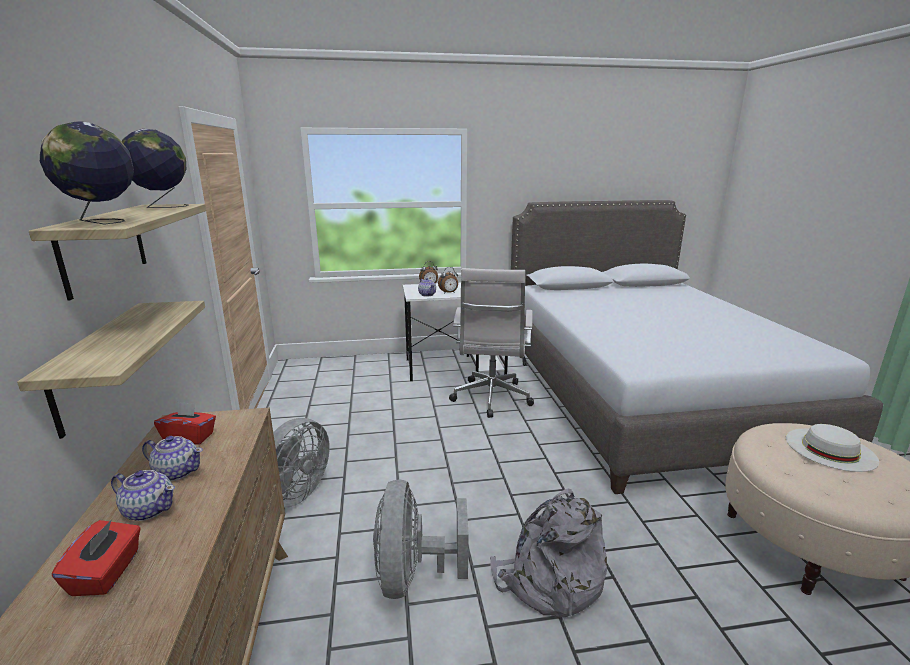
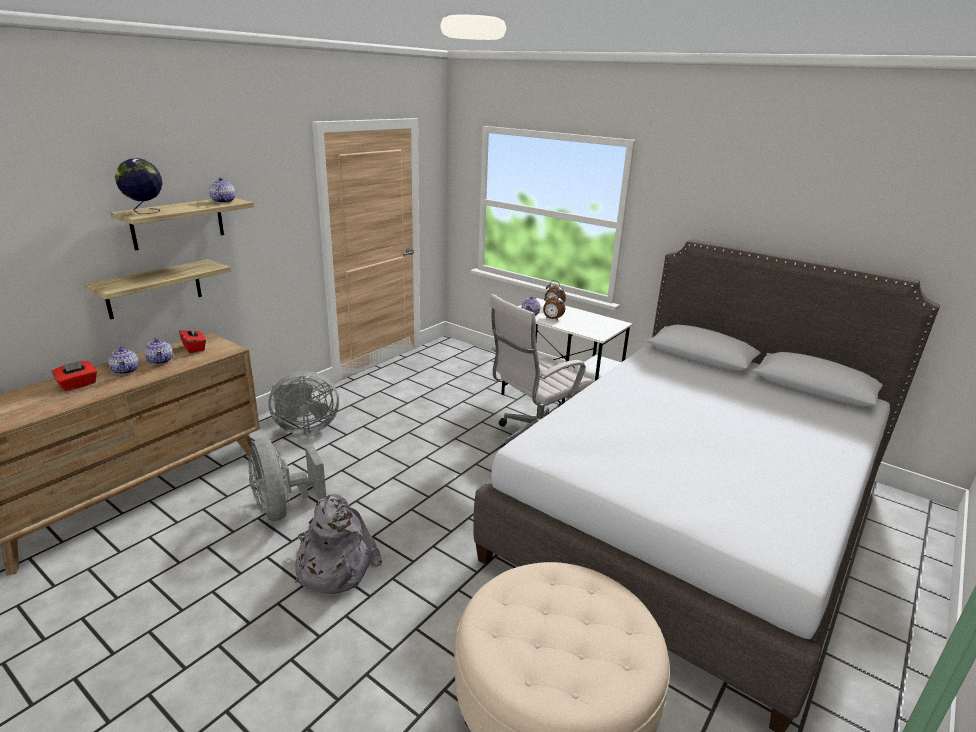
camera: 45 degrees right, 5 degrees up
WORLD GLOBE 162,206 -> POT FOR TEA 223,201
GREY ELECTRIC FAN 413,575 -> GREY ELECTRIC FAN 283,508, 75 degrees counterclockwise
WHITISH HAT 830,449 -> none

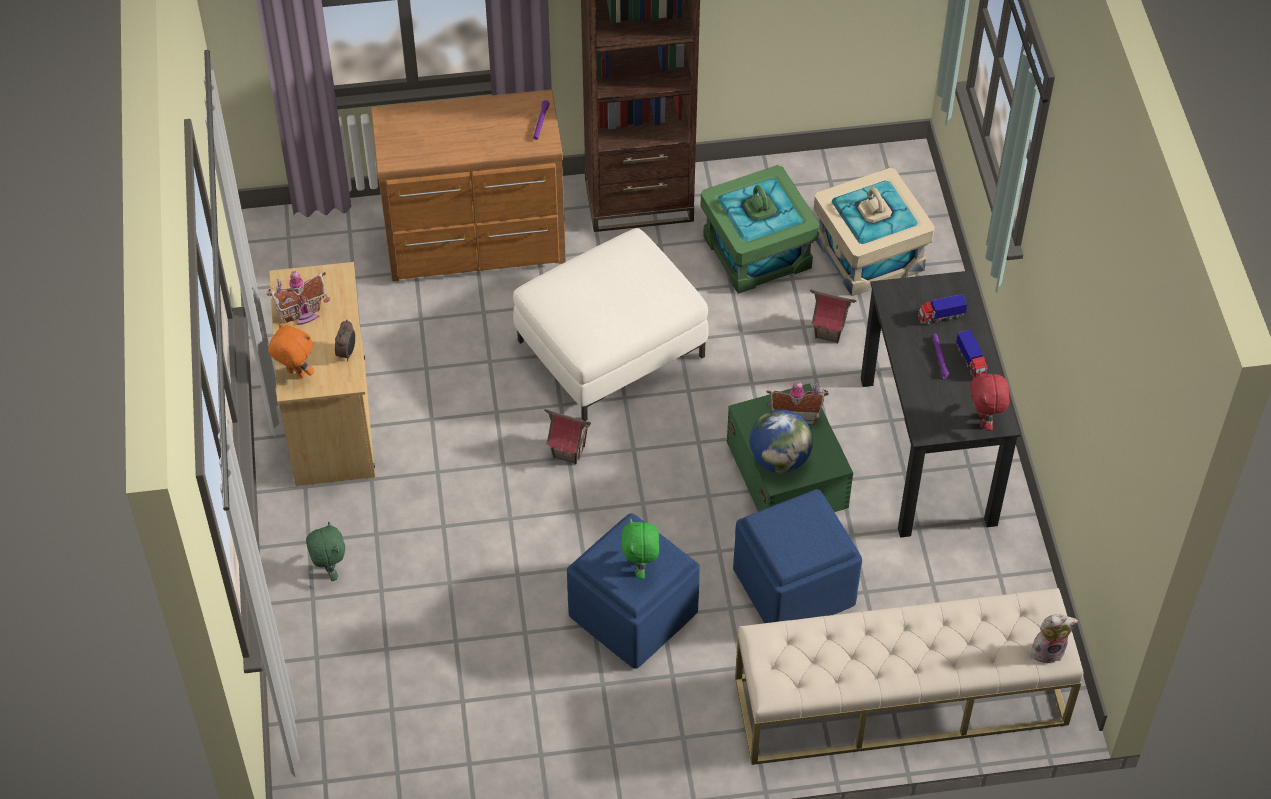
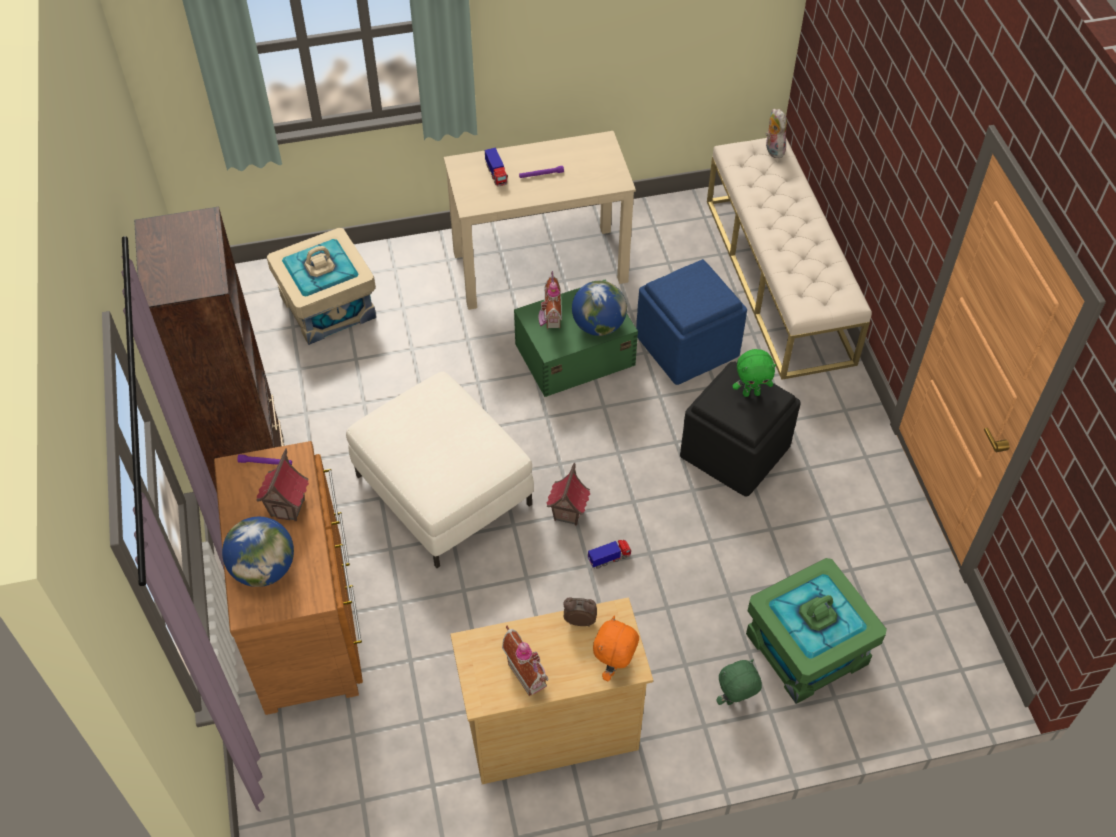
camera: 95 degrees left, 0 degrees up
none -> WORLD GLOBE 264,569
MODEL HOUSE 829,332 -> MODEL HOUSE 288,507, shifted
BLACKISH DESK UNIT 927,451 -> BEIGE-COLOURED DESK UNIT 540,266
TOY TRUCK 970,361 -> TOY TRUCK 609,558, shifted
BLUE-COLOURED OTTOMAN 633,612 -> BLACKISH OTTOMAN 733,451
GREEN-COLOURED STORAGE BOX 756,252 -> GREEN-COLOURED STORAGE BOX 807,649, shifted
REDDISH SOFT TOY 984,421 -> none

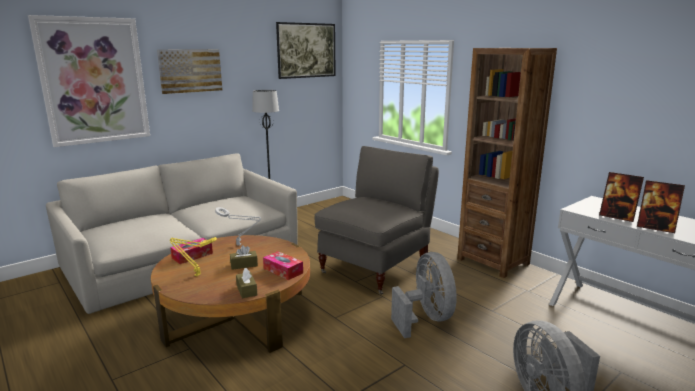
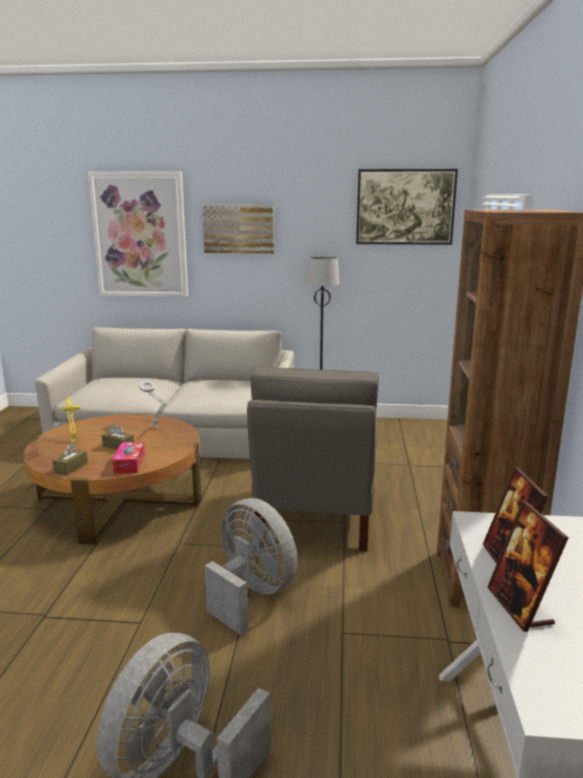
camera: 45 degrees right, 0 degrees up
GREY ELECTRIC FAN 426,319 -> GREY ELECTRIC FAN 251,594, 75 degrees counterclockwise
GREY EASY CHAIR 376,268 -> GREY EASY CHAIR 316,516, 105 degrees clockwise
BOX OF TISSUES 192,256 -> none

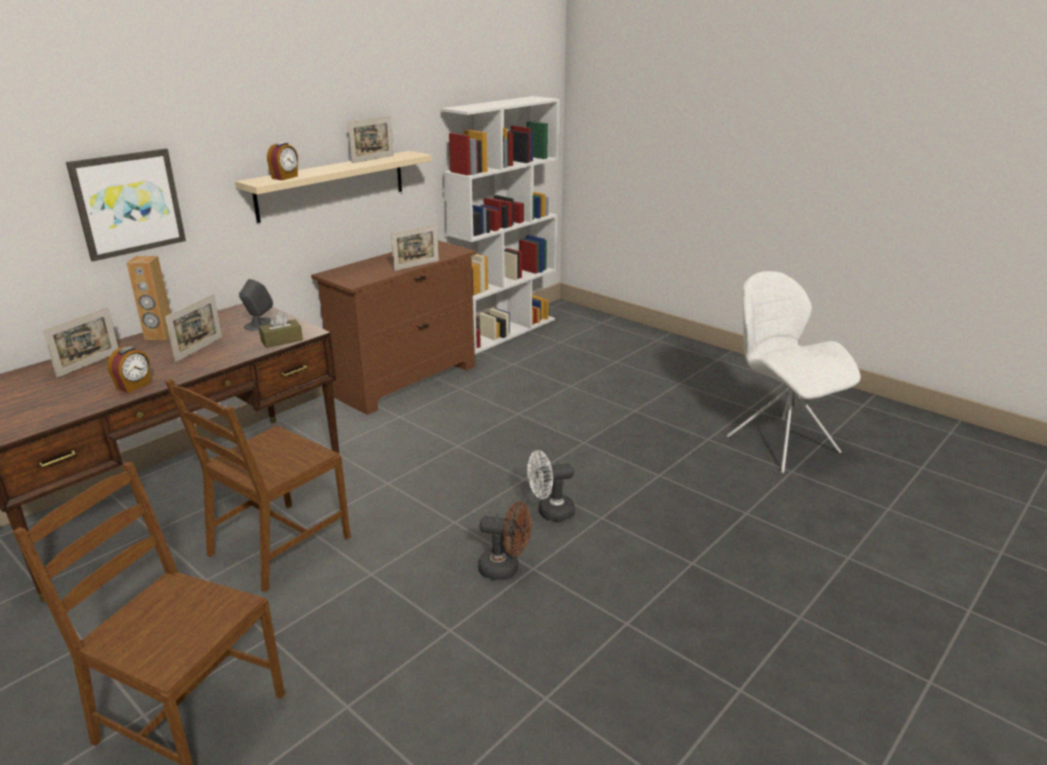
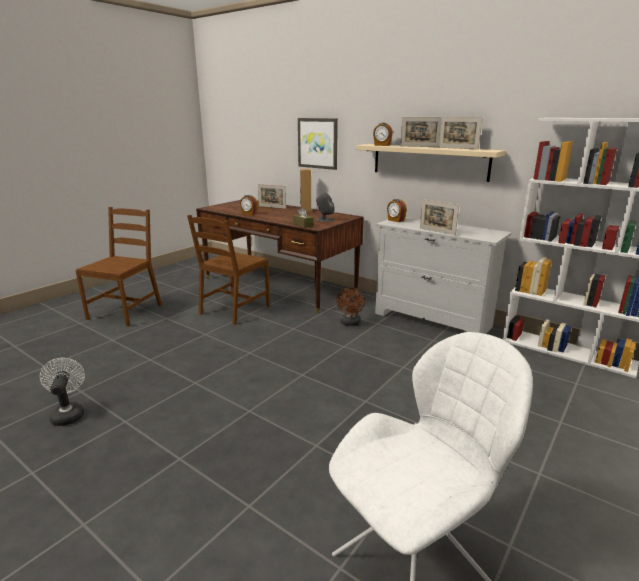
camera: 85 degrees right, 5 degrees down
WHITISH ELECTRIC FAN 550,512 -> WHITISH ELECTRIC FAN 68,413, shifted
BROWNISH PLAIN CHAIR 278,546 -> BROWNISH PLAIN CHAIR 234,310, 90 degrees counterclockwise
BROWNISH ELECTRIC FAN 505,569 -> BROWNISH ELECTRIC FAN 350,323, shifted
BROWNISH DRESSER 406,380 -> WHITISH DRESSER 432,320
none -> BEDSIDE CLOCK 395,220
PICTURE FRAME 199,349 -> PICTURE FRAME 419,146, shifted

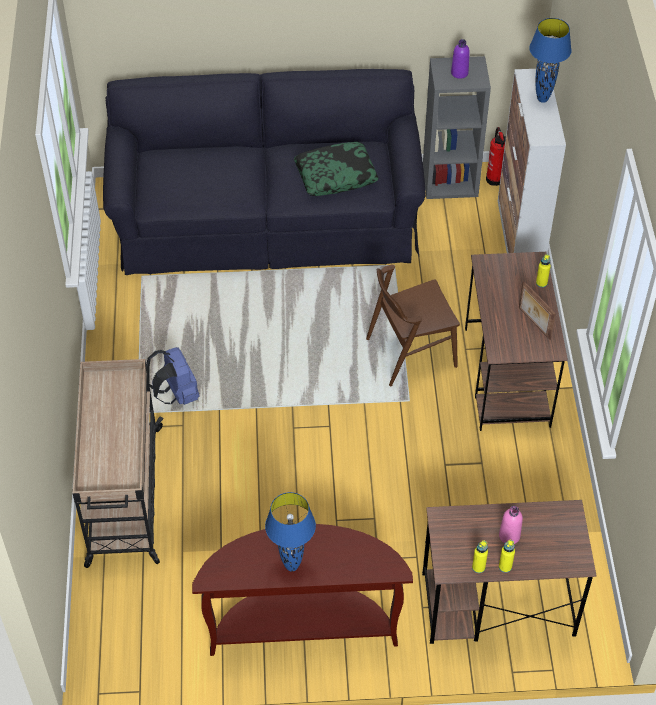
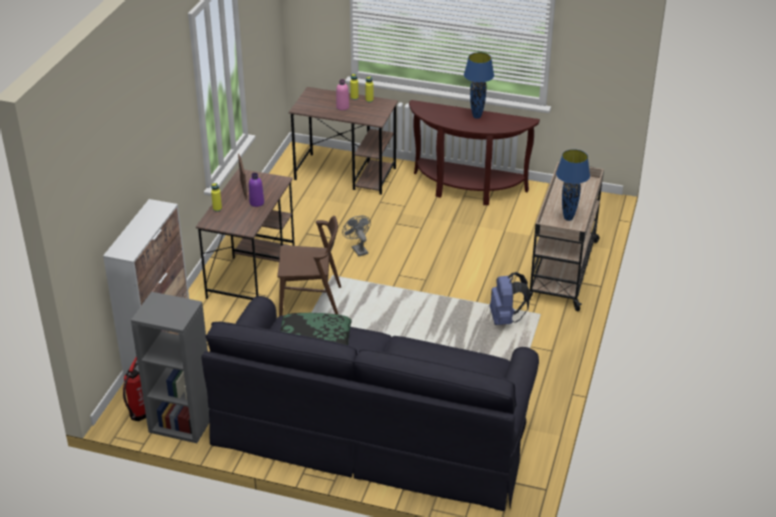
camera: 160 degrees left, 15 degrees down
PURPLISH BOTTLE 459,73 -> PURPLISH BOTTLE 256,203, shifted
none -> GREY ELECTRIC FAN 358,249
BLUE-COLOURED TABLE LAMP 543,99 -> BLUE-COLOURED TABLE LAMP 568,218, shifted

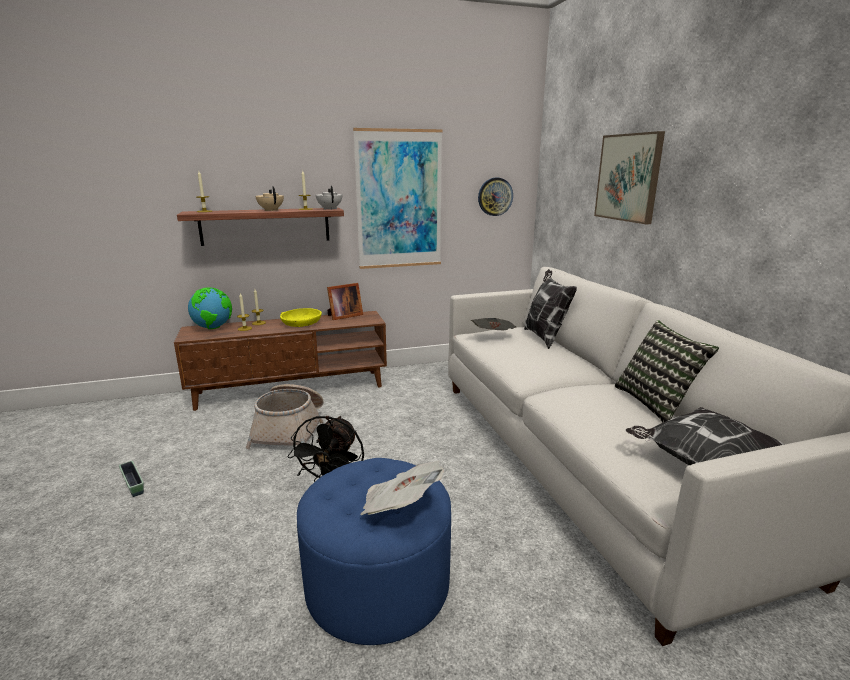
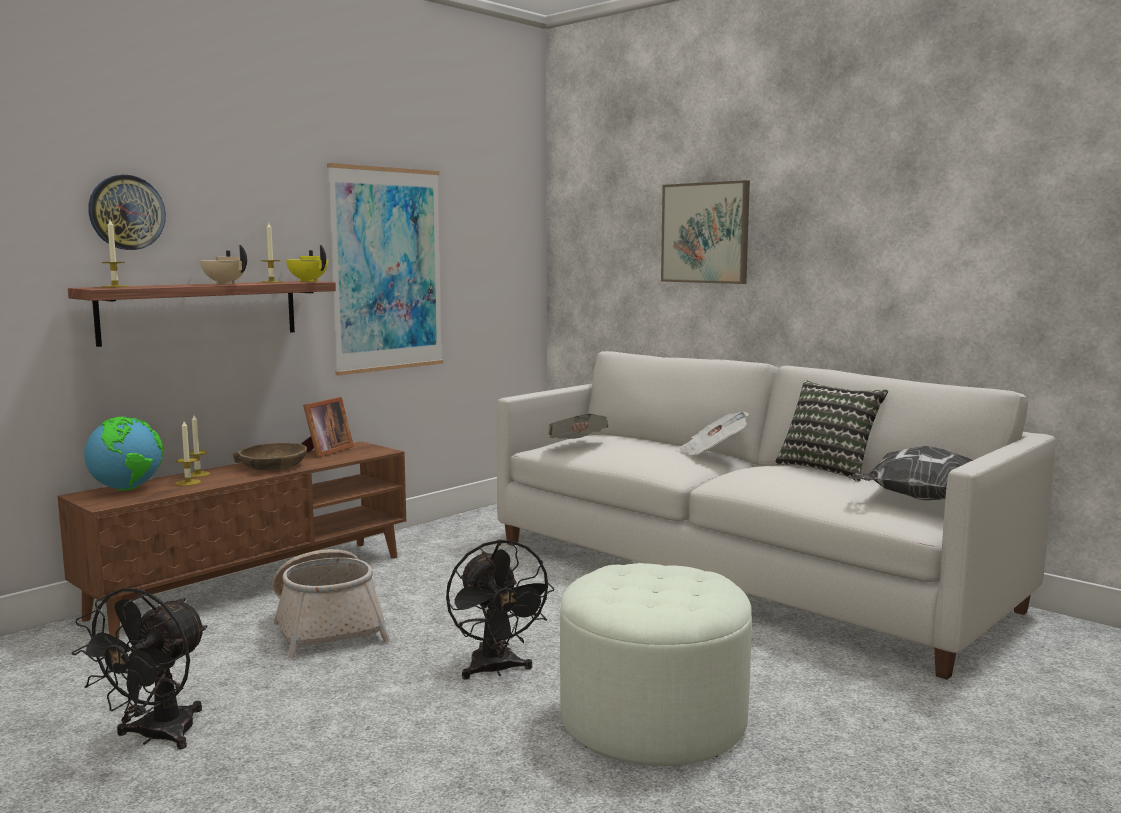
camera: 30 degrees left, 10 degrees down
FLOWER POT 133,484 -> BLACKISH ELECTRIC FAN 156,737
HANGING CLOCK 495,196 -> HANGING CLOCK 126,212, shifted
YELLOWISH DEEP DISH 301,323 -> BROWNISH DEEP DISH 273,466
WHITISH POT FOR TEA 330,209 -> YELLOWISH POT FOR TEA 308,281
BLUE-COLOURED OTTOMAN 378,584 -> WHITISH OTTOMAN 653,720
PRINTED PAPER 400,506 -> PRINTED PAPER 711,452, shifted
CUSHION 545,337 -> none

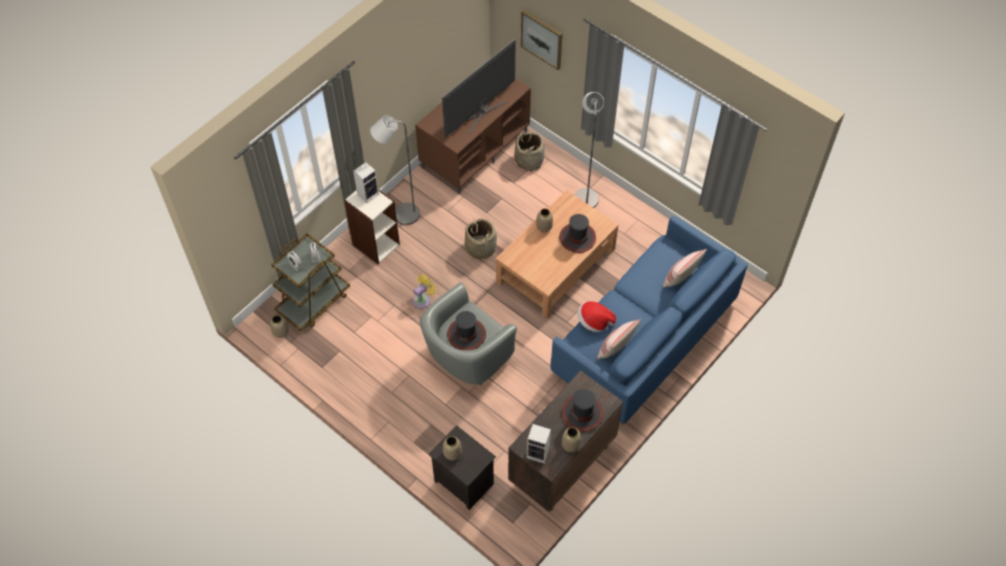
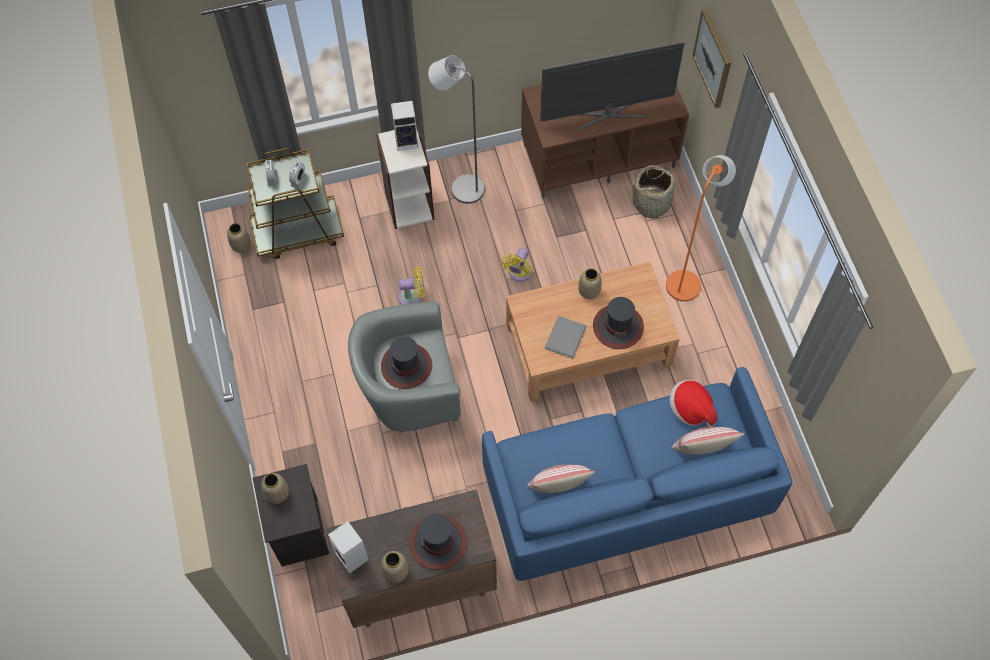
camera: 35 degrees right, 5 degrees up
BASKET 480,247 -> YELLOWISH ELECTRIC FAN 519,273
none -> GREY BOUND BOOK 567,337
GREY STANDARD LAMP 585,195 -> ORANGE-COLOURED STANDARD LAMP 686,281
HAT 594,322 -> HAT 690,409, shifted

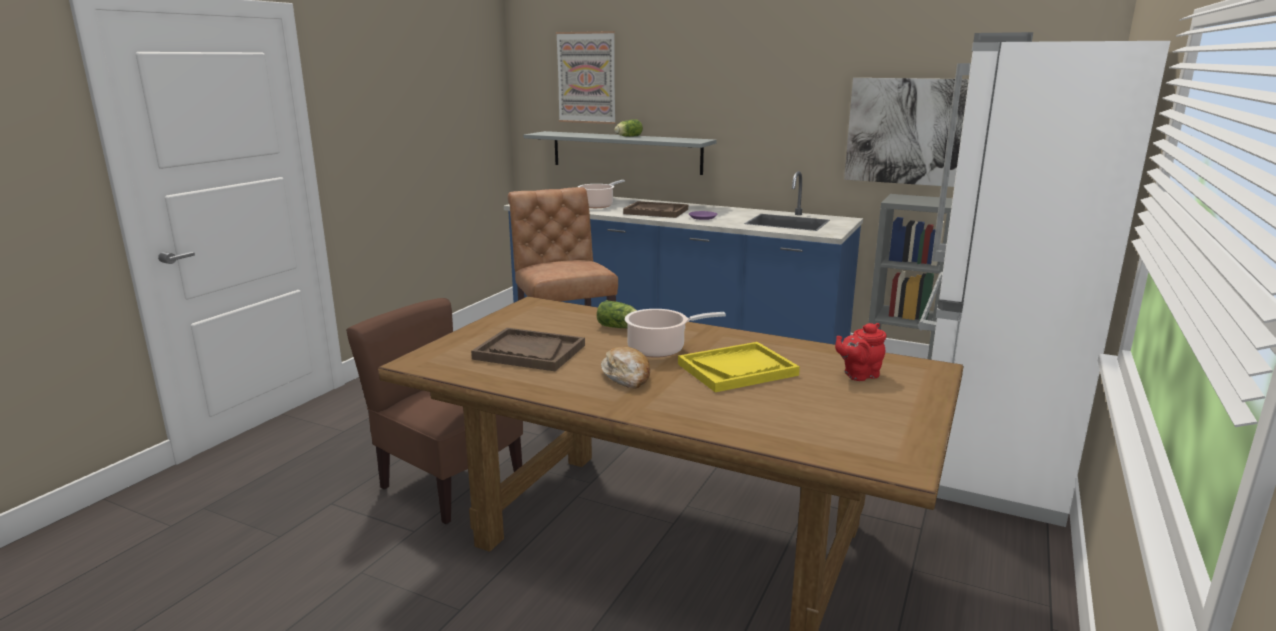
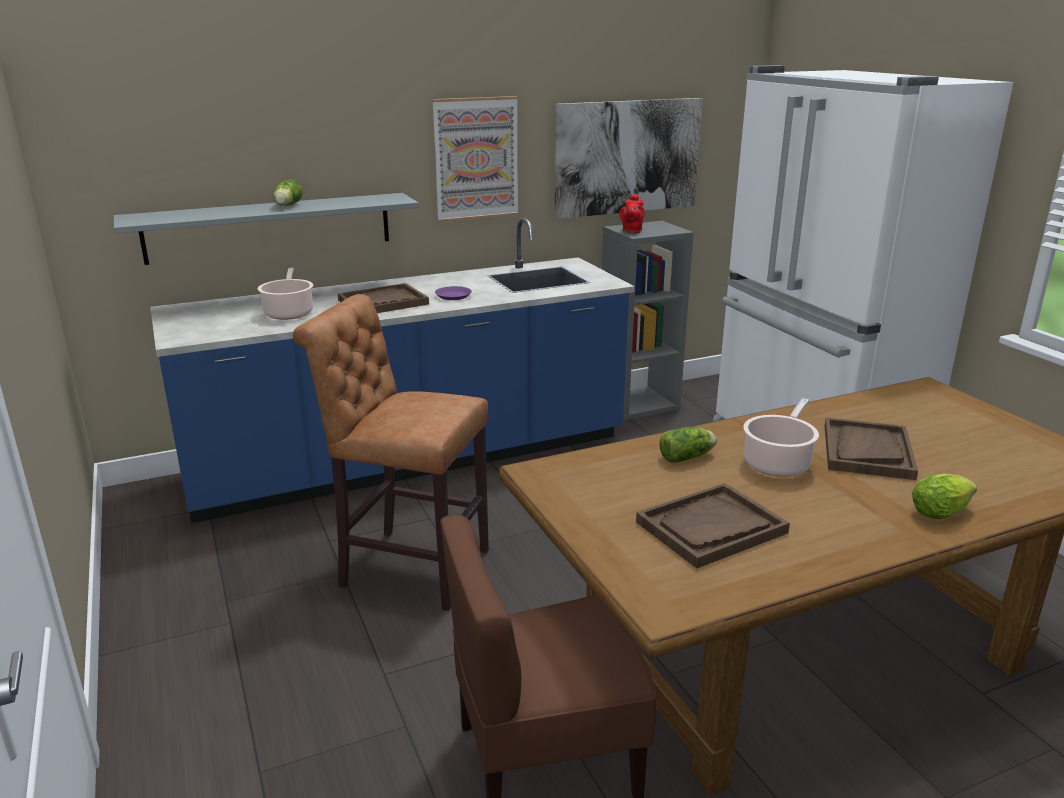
camera: 50 degrees left, 5 degrees up
WALL PICTURE 586,78 -> WALL PICTURE 476,159, shifted
REDDISH POT FOR TEA 858,375 -> REDDISH POT FOR TEA 631,231, shifted
YELLOWISH TRAY 737,369 -> BROWNISH TRAY 867,451
none -> LETTUCE HEAD 942,512
BAKED BREAD 627,376 -> none

